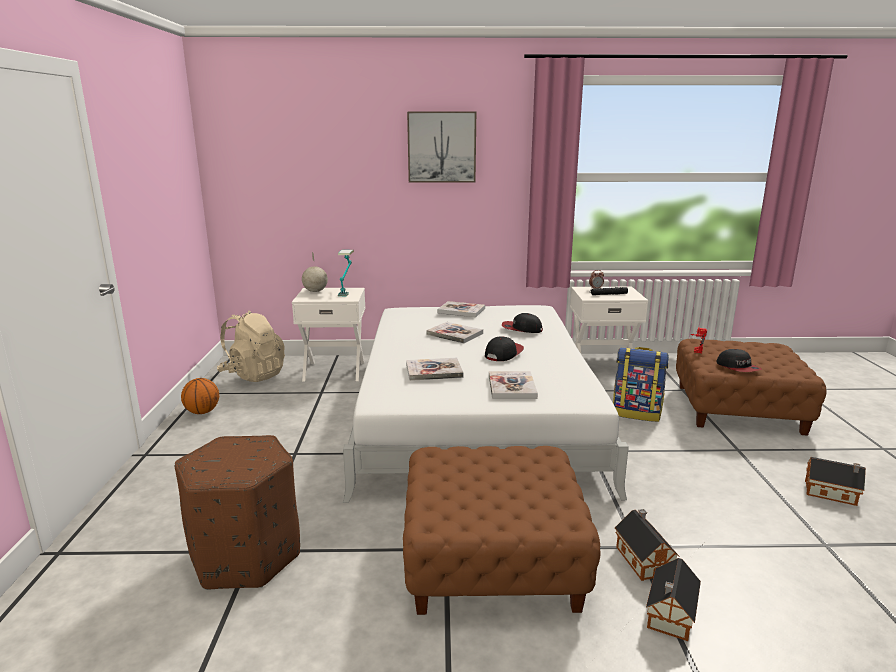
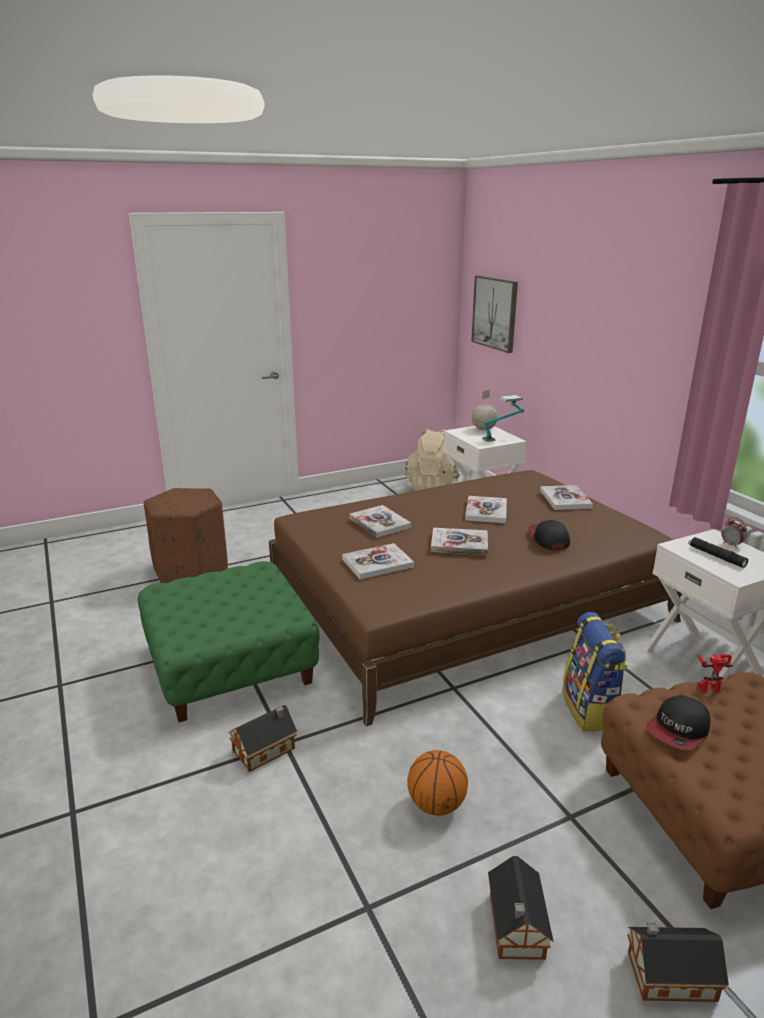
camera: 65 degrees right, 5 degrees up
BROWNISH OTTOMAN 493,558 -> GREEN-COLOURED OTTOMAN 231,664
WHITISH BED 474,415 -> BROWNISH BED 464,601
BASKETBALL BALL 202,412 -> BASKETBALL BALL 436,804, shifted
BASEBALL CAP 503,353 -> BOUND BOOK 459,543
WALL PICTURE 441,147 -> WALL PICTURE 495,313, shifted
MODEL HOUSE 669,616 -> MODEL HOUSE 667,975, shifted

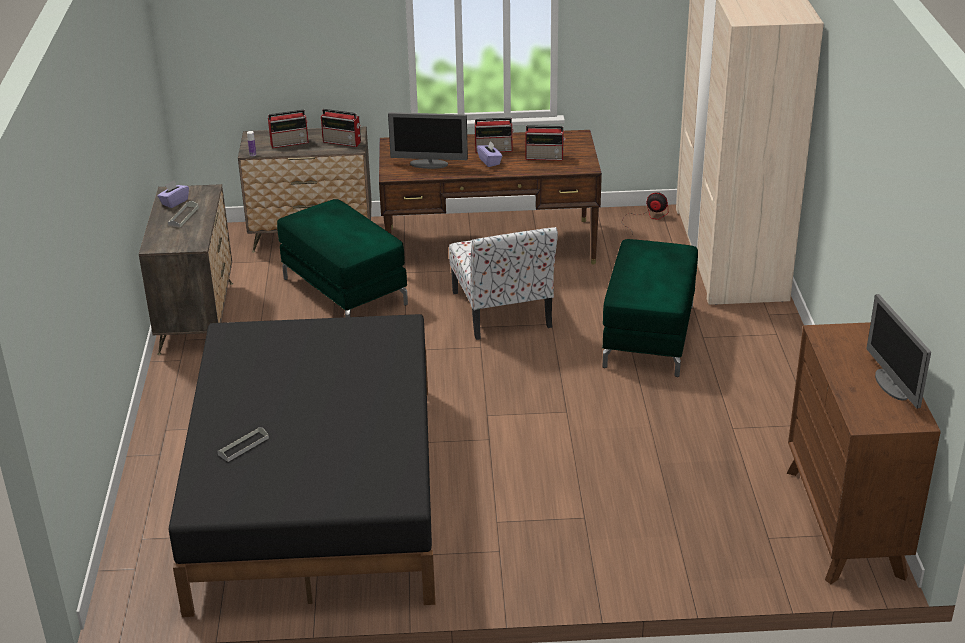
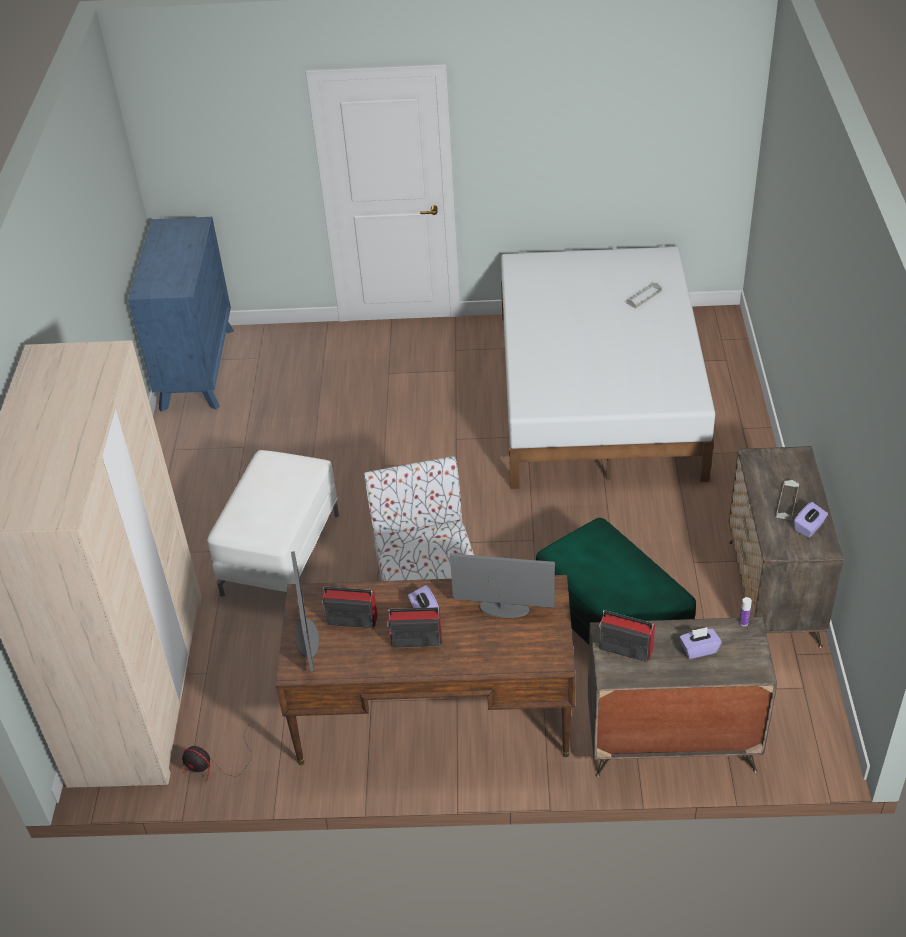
camera: 175 degrees left, 10 degrees up
BROWNISH DRESSER 844,522 -> BLUE-COLOURED DRESSER 197,368
GREEN-COLOURED OTTOMAN 648,335 -> WHITISH OTTOMAN 281,554
COMPUTER SCREEN 892,385 -> COMPUTER SCREEN 306,638, shifted
BLACKISH BED 316,493 -> WHITISH BED 599,393
RADIO 290,142 -> PURPLISH BOX OF TISSUES 698,649

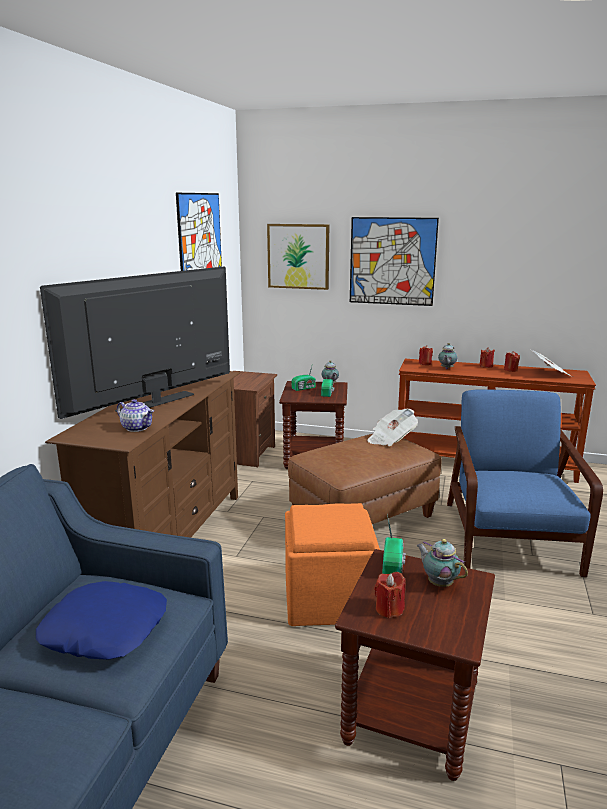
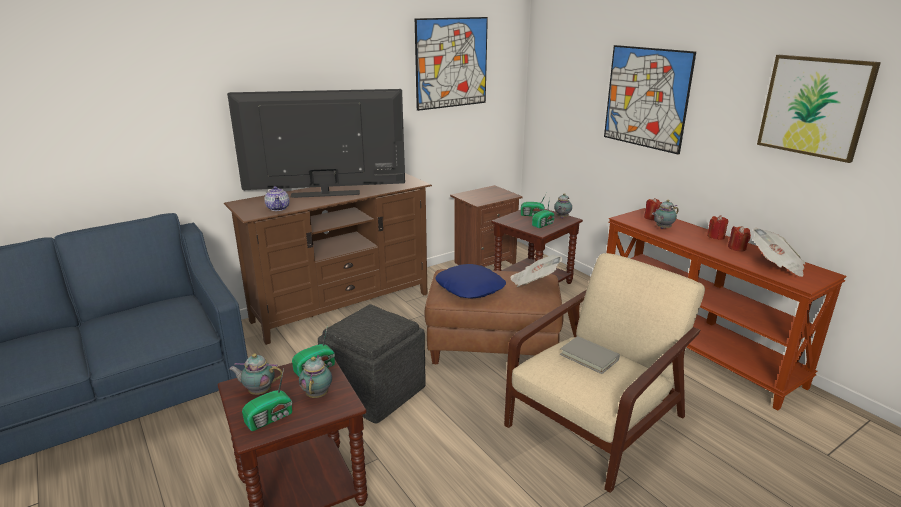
camera: 40 degrees right, 5 degrees up
REDDISH WAX CANDLE 389,609 -> POT FOR TEA 258,391
none -> RADIO 271,418
ORANGE-COLOURED OTTOMAN 328,599 -> GREY OTTOMAN 374,391
BLUE-COLOURED CUSHION 105,629 -> BLUE-COLOURED CUSHION 470,288, shifted
BLUE-COLOURED EASY CHAIR 508,536 -> BEIGE-COLOURED EASY CHAIR 597,420
none -> GREY BOUND BOOK 589,357
WALL PICTURE 298,256 -> WALL PICTURE 814,106, shifted

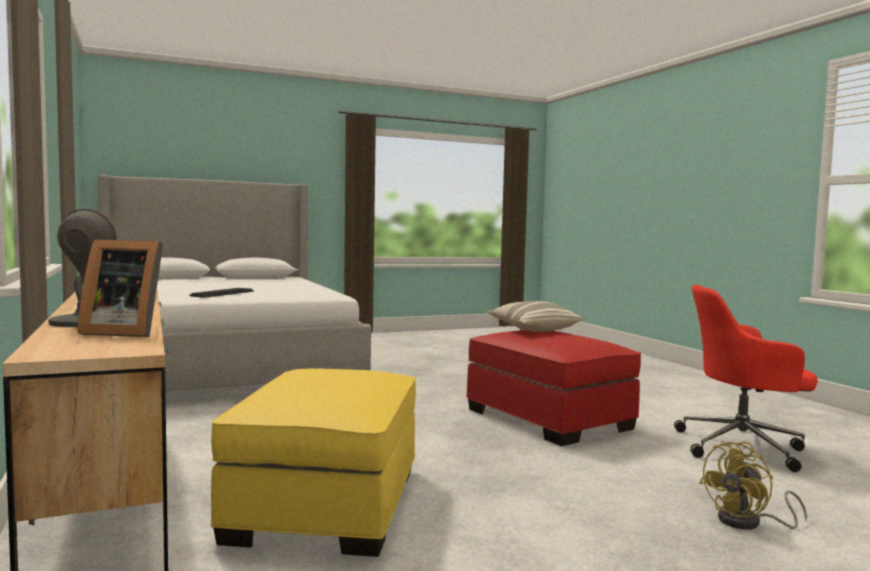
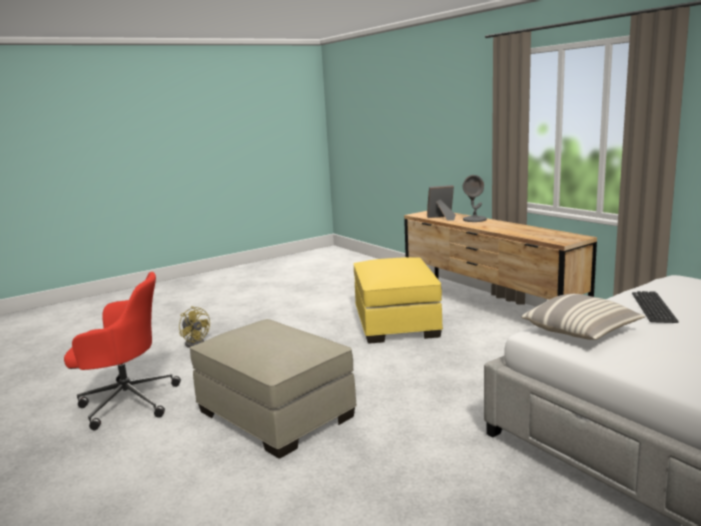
camera: 170 degrees right, 10 degrees up
YELLOWISH ELECTRIC FAN 748,523 -> YELLOWISH ELECTRIC FAN 196,342, 90 degrees clockwise
REDDISH OTTOMAN 547,418 -> BEIGE-COLOURED OTTOMAN 276,414
CUSHION 533,329 -> CUSHION 581,332, shifted

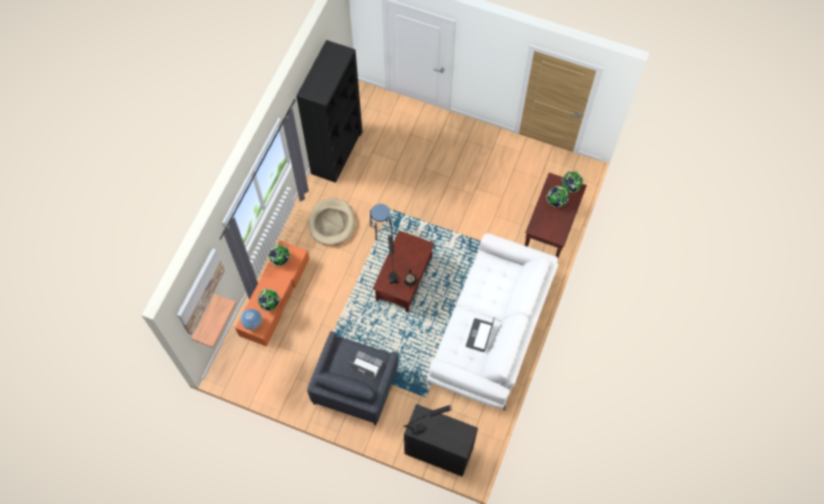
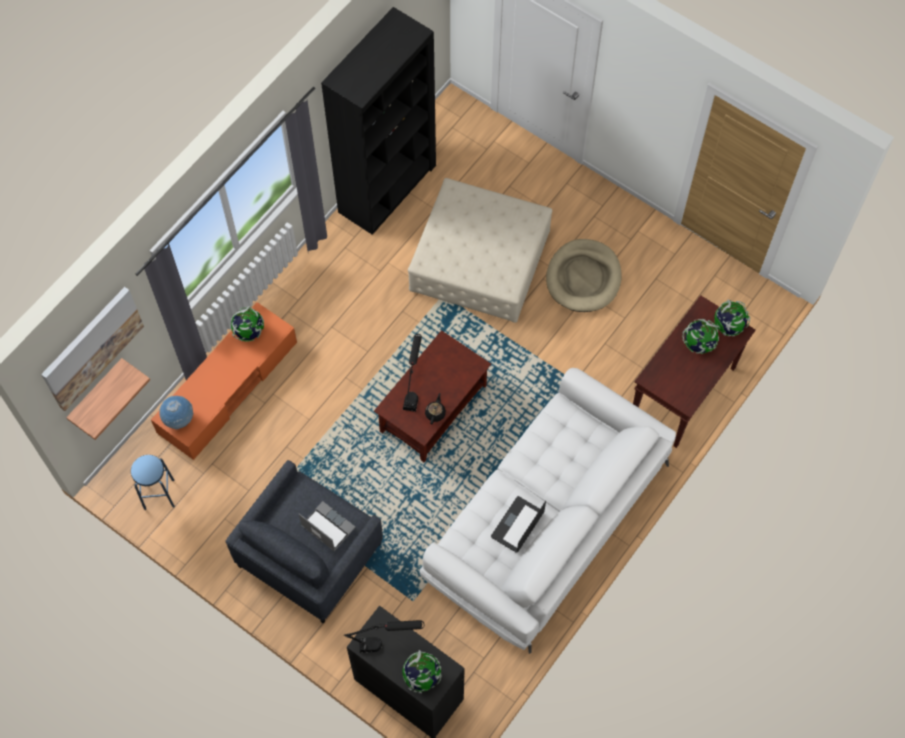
camera: 15 degrees right, 0 degrees up
BLUE-COLOURED SITTING STOOL 381,230 -> BLUE-COLOURED SITTING STOOL 159,494, shifted
WORLD GLOBE 270,304 -> WORLD GLOBE 422,677, shifted
none -> BEIGE-COLOURED OTTOMAN 480,261
BEIGE-COLOURED DOG BED 332,223 -> BEIGE-COLOURED DOG BED 583,278, shifted

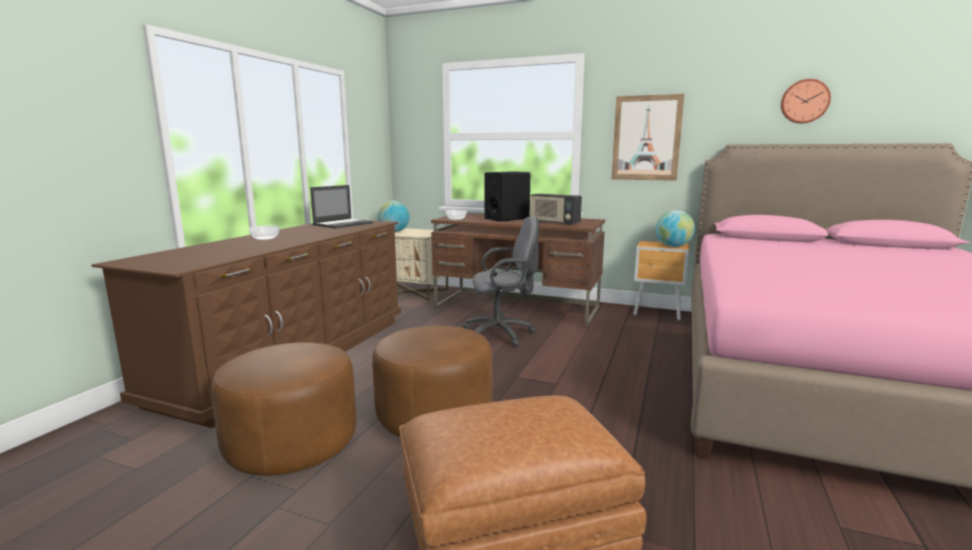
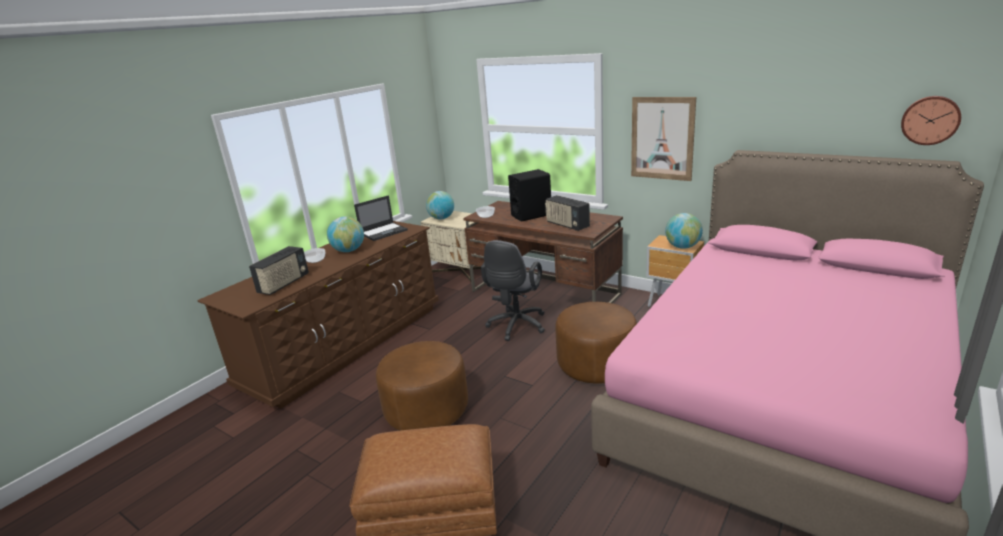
camera: 15 degrees right, 10 degrees up
none -> RADIO 284,284
none -> WORLD GLOBE 348,250
GREY OFFICE CHAIR 502,334 -> GREY OFFICE CHAIR 516,326, 105 degrees clockwise
BROWNISH OTTOMAN 292,444 -> BROWNISH OTTOMAN 596,365, shifted
HANGING CLOCK 804,101 -> HANGING CLOCK 930,120, shifted

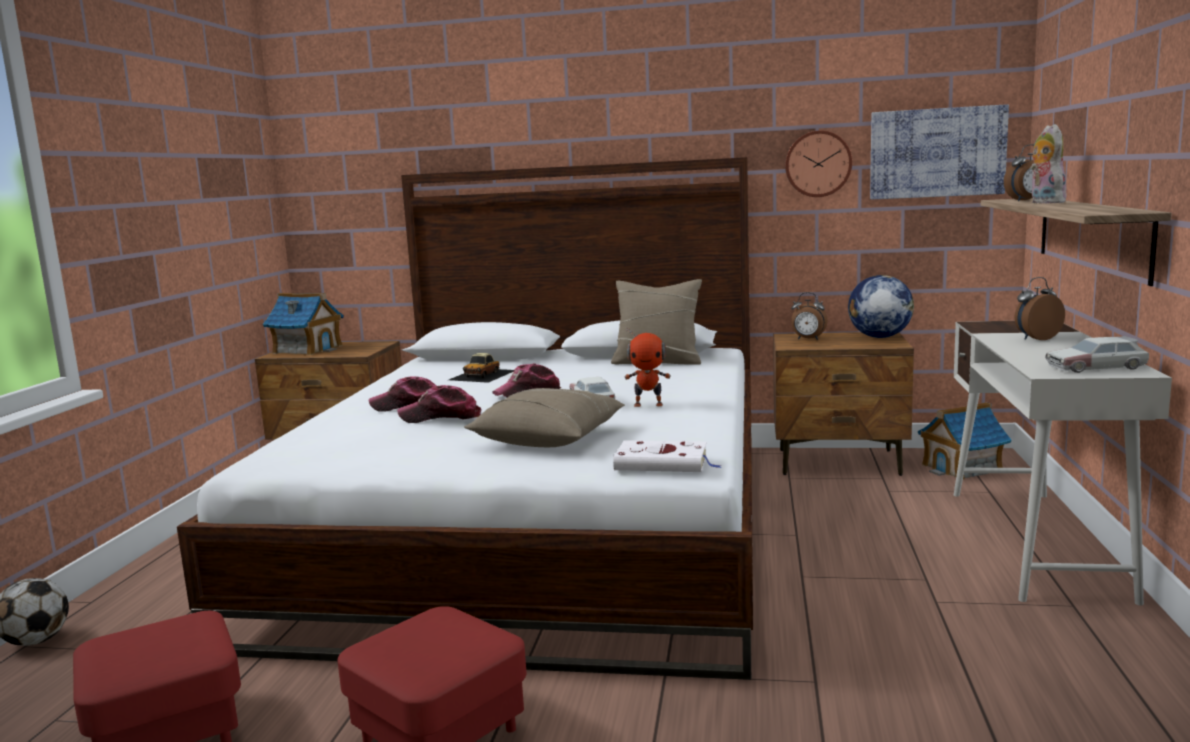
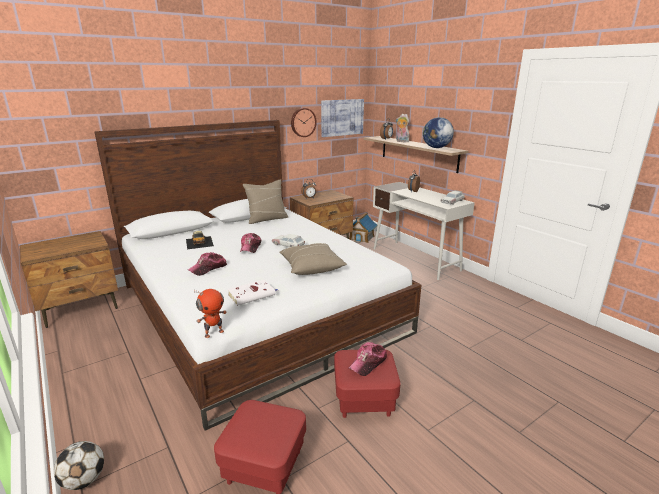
camera: 45 degrees left, 10 degrees up
MODEL ROBOT 648,404 -> MODEL ROBOT 214,333, shifted
WHITISH BOUND BOOK 664,463 -> WHITISH BOUND BOOK 253,295, shifted
BASEBALL CAP 441,417 -> BASEBALL CAP 368,363, shifted
WORLD GLOBE 879,337 -> WORLD GLOBE 436,148, shifted
MODEL HOUSE 307,349 -> none

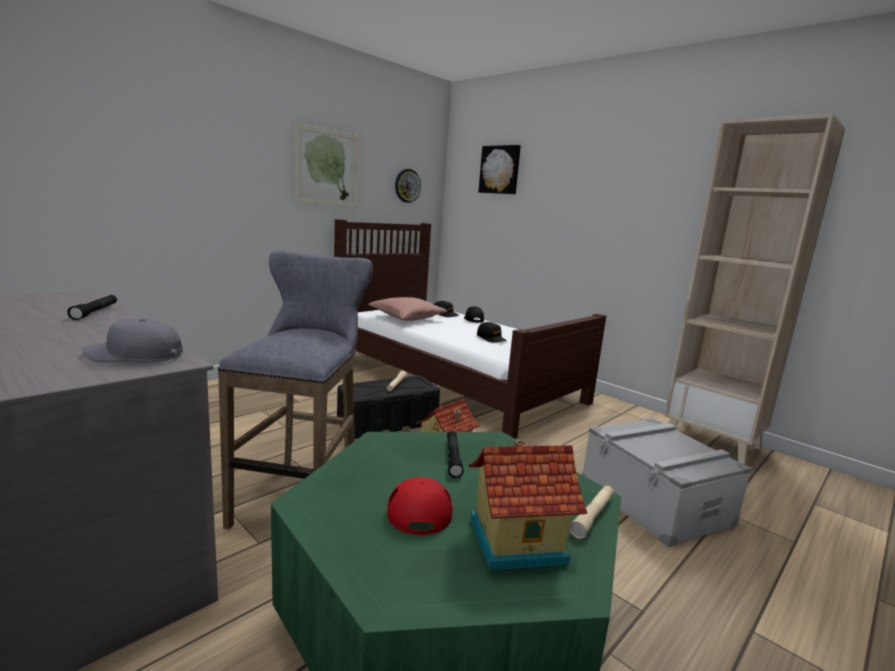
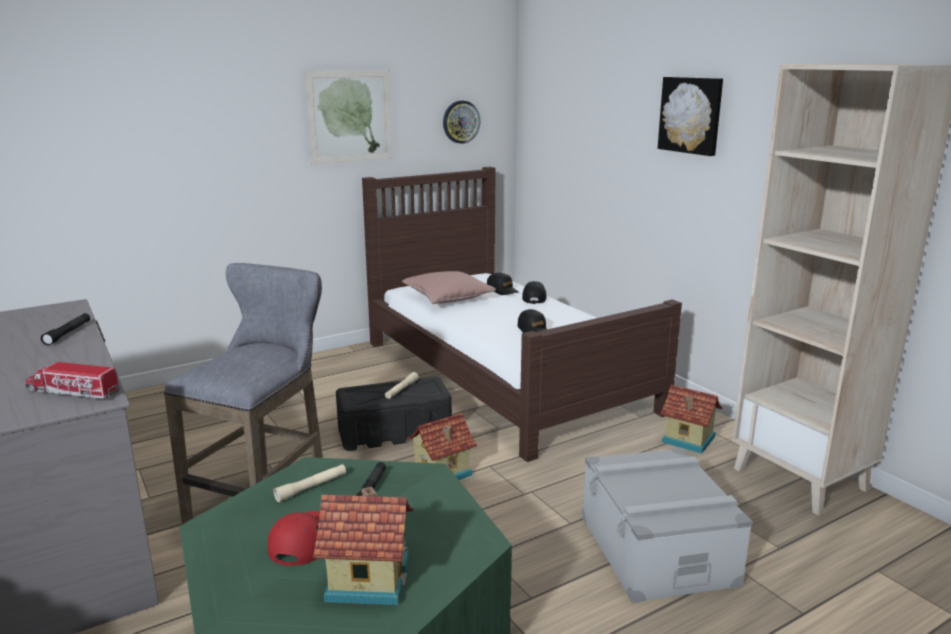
camera: 15 degrees right, 5 degrees up
GREY BASEBALL CAP 134,355 -> TOY TRUCK 73,392
BEIGE-COLOURED FLASHLIGHT 592,516 -> BEIGE-COLOURED FLASHLIGHT 311,487, shifted
WALL PICTURE 500,170 -> WALL PICTURE 691,115, shifted
none -> MODEL HOUSE 688,440

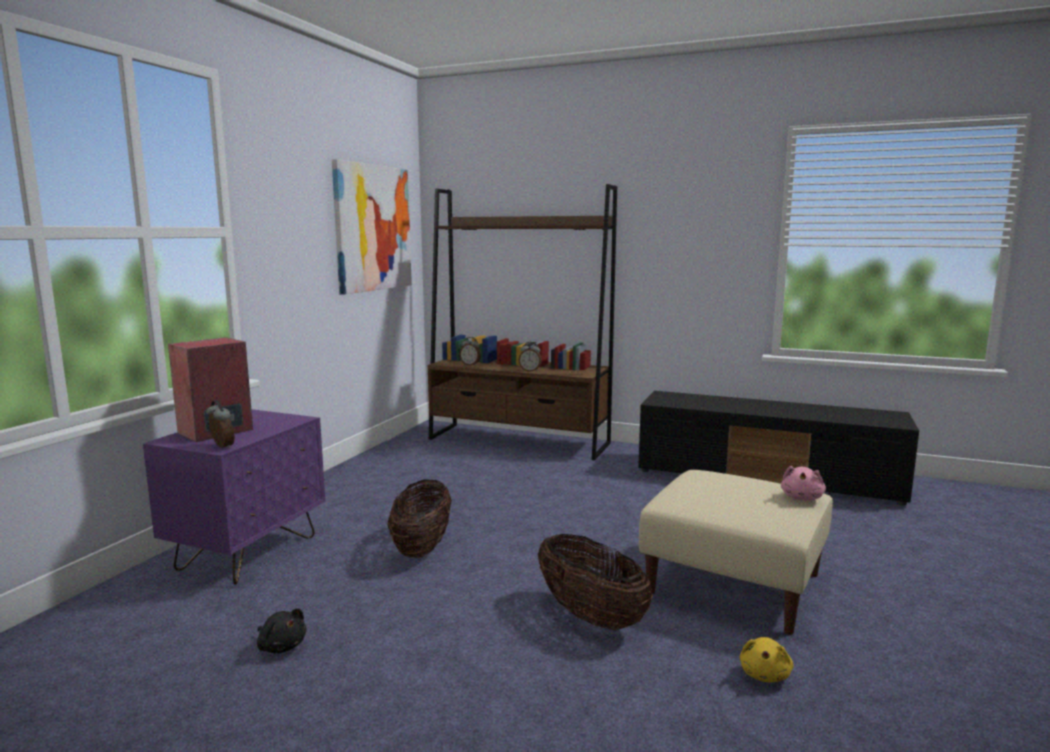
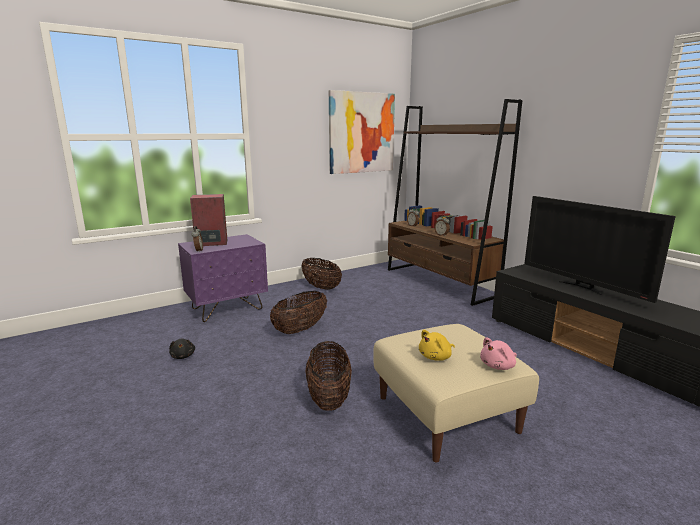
camera: 35 degrees right, 5 degrees up
none -> BASKET 321,287
YELLOWISH SOFT TOY 765,674 -> YELLOWISH SOFT TOY 436,357, shifted
none -> TV 582,287

